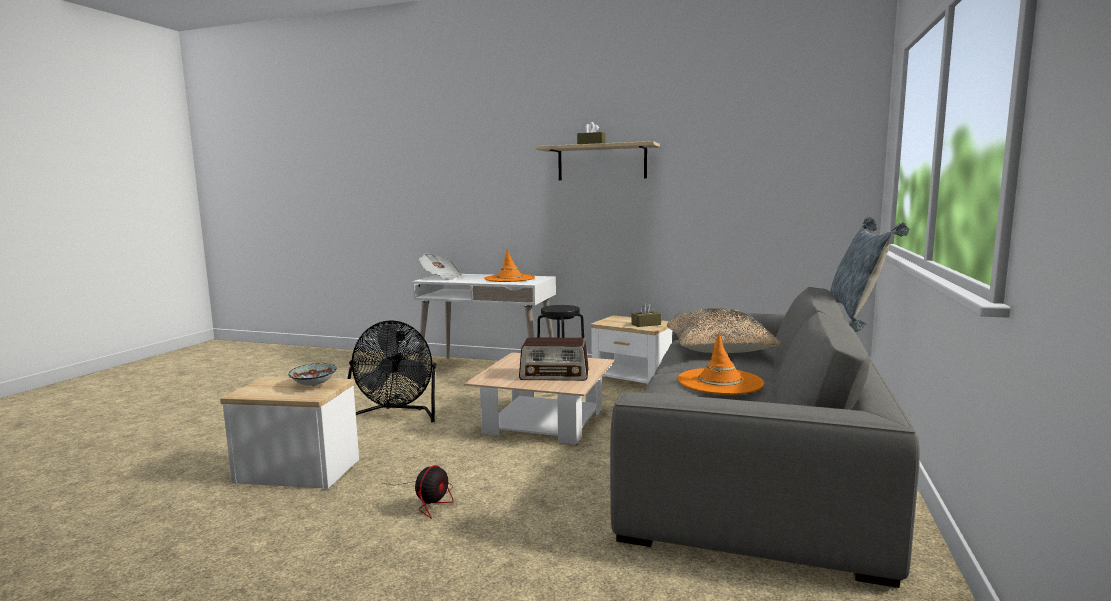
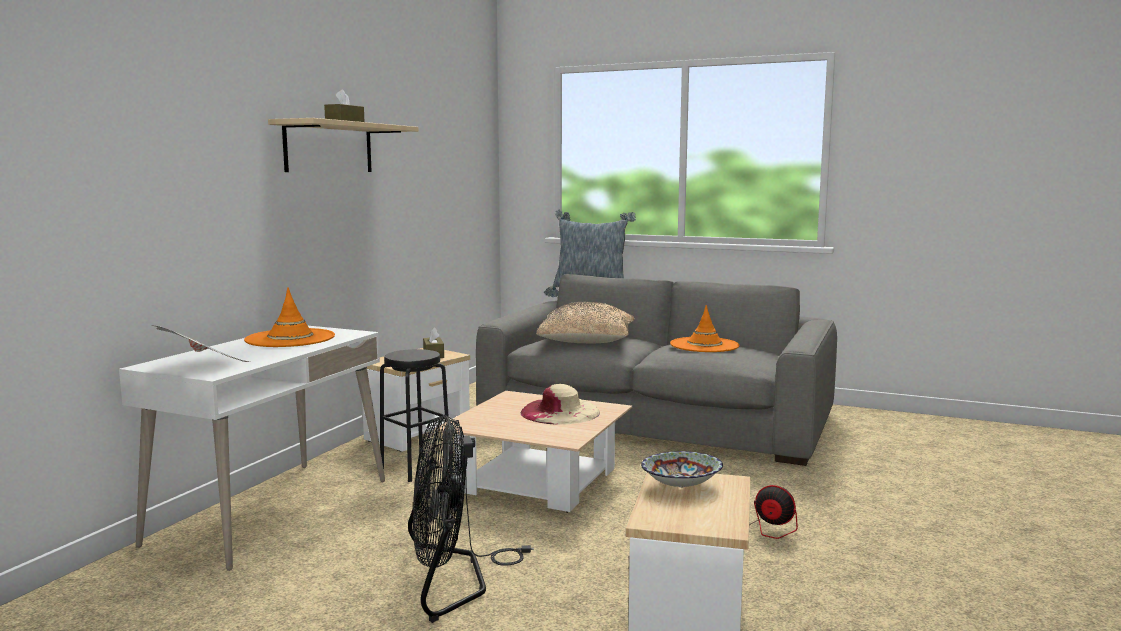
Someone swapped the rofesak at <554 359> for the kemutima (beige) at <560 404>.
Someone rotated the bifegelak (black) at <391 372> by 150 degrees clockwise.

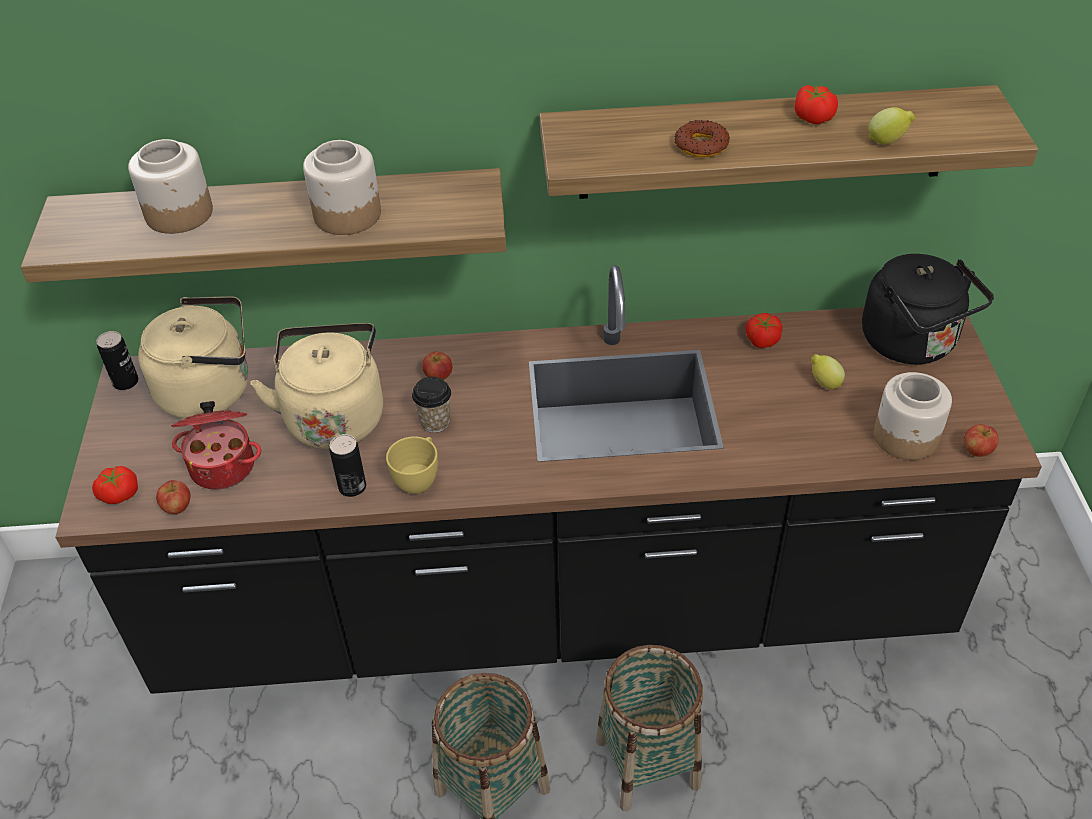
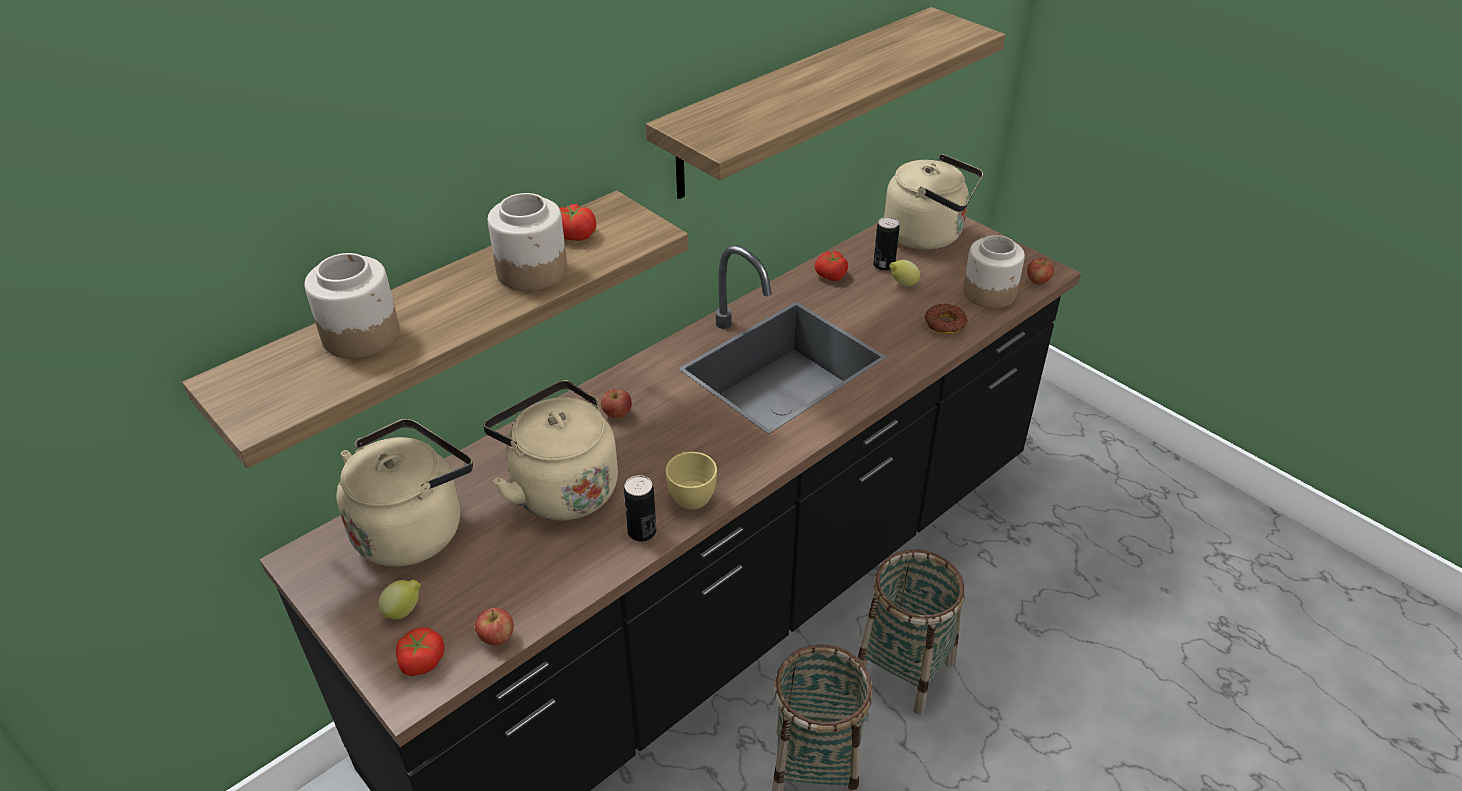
Someone took away the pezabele at <216 445>.
Someone took away the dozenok at <431 405>.
Someone carried the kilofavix from <117 360> to <886 244>.
Someone carried the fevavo from <702 139> to <946 319>.
Someone carried the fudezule from <816 104> to <577 222>.
Someone carried the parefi from <892 125> to <399 599>.
Someone repainted the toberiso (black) at <928 309>, which became the toberiso (beige) at <933 202>.

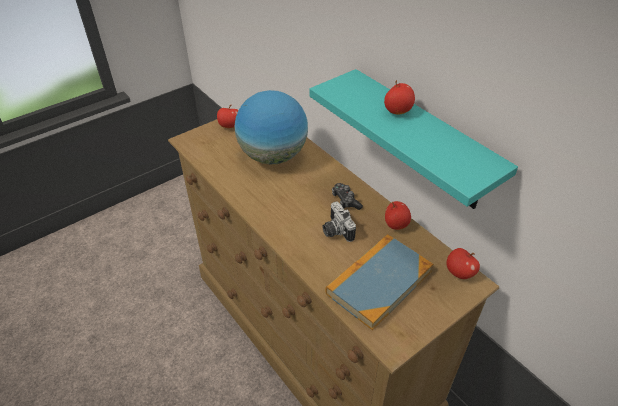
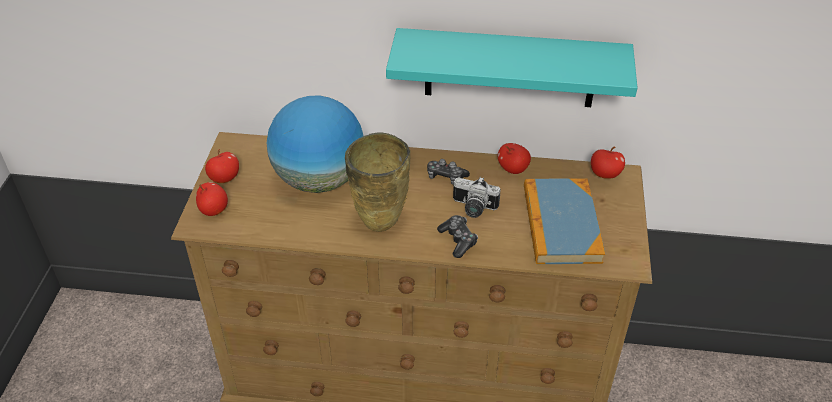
Someone put down the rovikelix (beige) at <377 182>.
Someone put down the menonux at <457 236>.
Someone carried the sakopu from <399 97> to <212 199>.

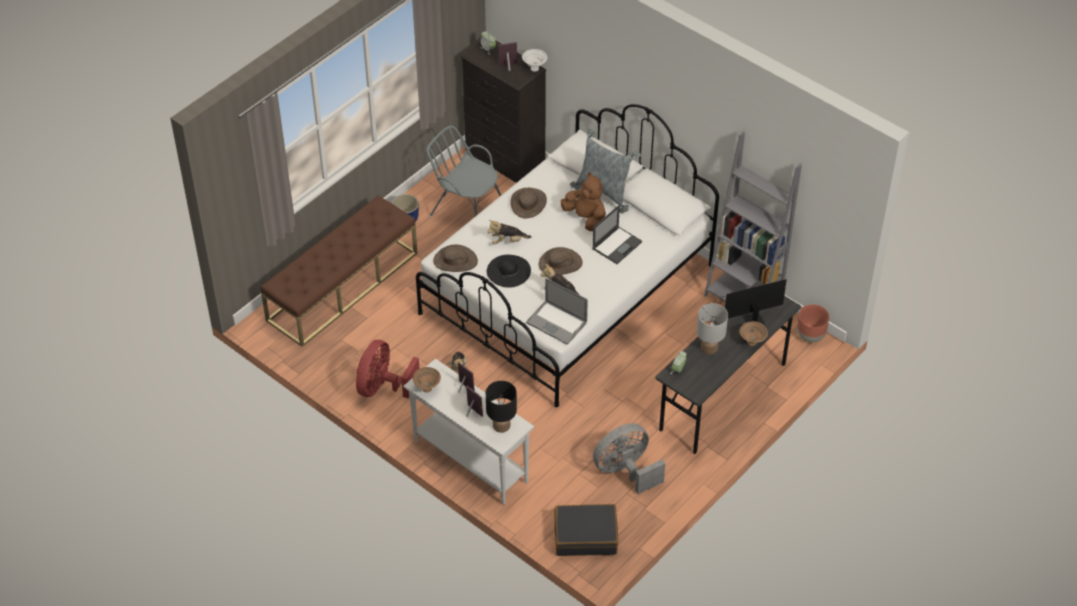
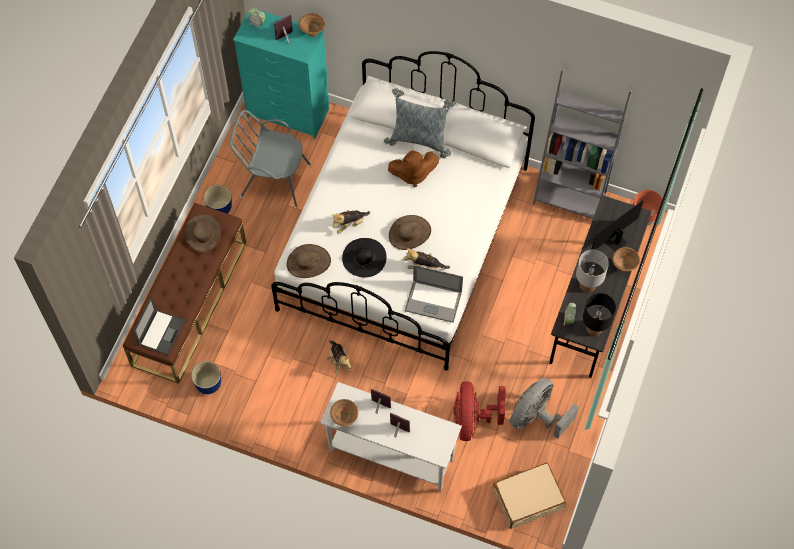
Someone put down the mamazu at <206 377>.
Someone carried the bifegelak (red) from <388 369> to <479 411>.
Someone carried the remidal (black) from <501 407> to <599 314>.
Someone carried the kemutima (brown) from <528 203> to <203 233>.
Someone carried the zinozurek from <617 234> to <159 325>.
Someone repainted the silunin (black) at <503 112>, which became the silunin (turquoise) at <281 73>.
Someone repainted the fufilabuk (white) at <534 60>, which became the fufilabuk (brown) at <311 25>.
Someone repainted the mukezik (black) at <586 530>, which became the mukezik (beige) at <529 495>.
Someone rotated the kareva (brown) at <583 201> by 150 degrees clockwise.

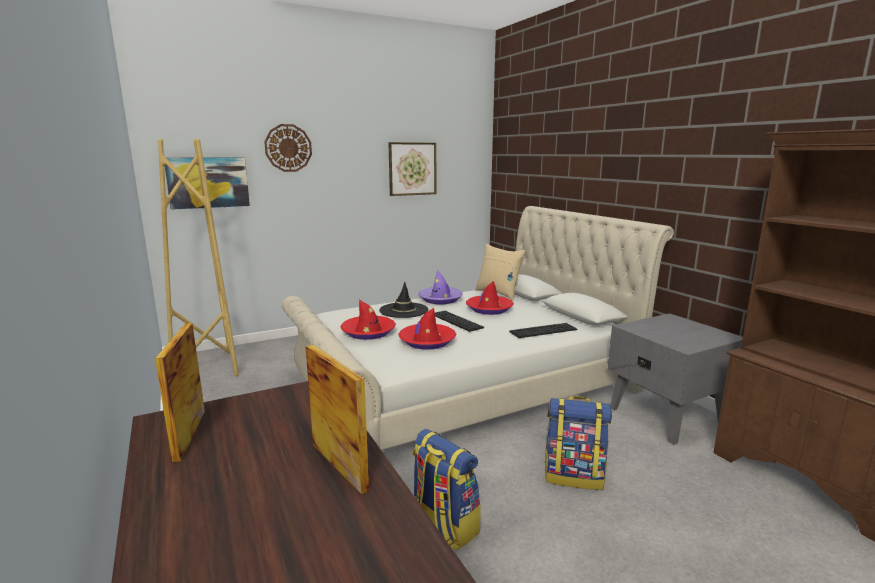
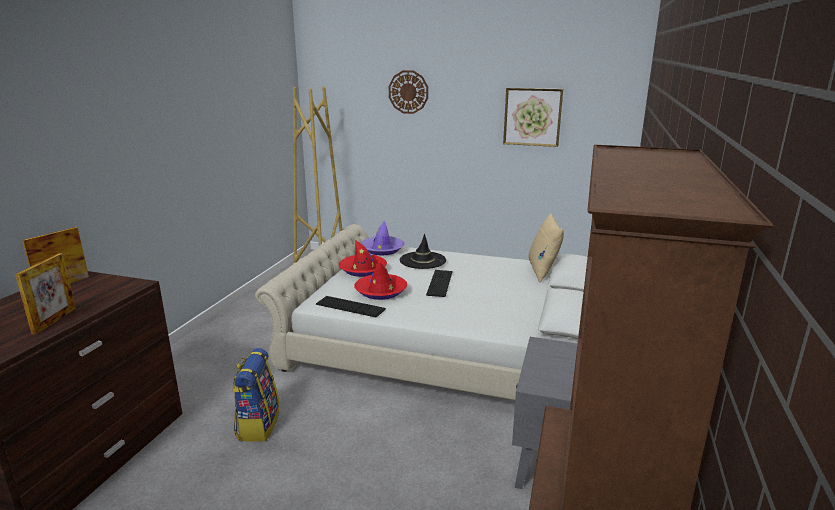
Someone took away the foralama at <207 183>.
Someone took away the kemutima (red) at <490 298>.
Someone took away the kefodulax at <578 443>.
Someone carried the kemutima (purple) from <440 287> to <382 238>.
Someone carried the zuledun from <543 330> to <351 306>.

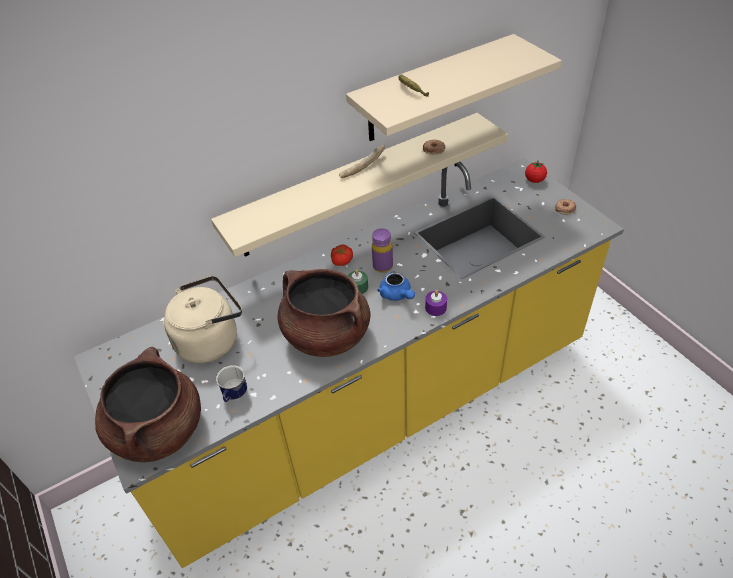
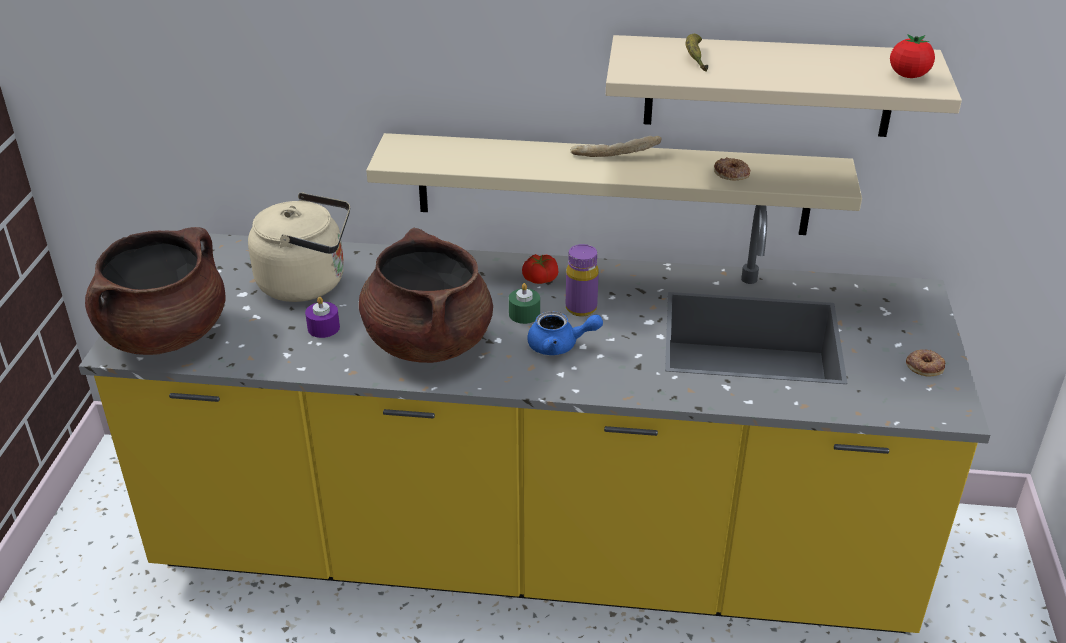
Someone took away the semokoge at <231 383>.
Someone carried the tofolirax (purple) from <436 303> to <322 317>.
Someone carried the fudezule from <536 172> to <912 56>.
Someone rotated the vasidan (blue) at <396 286> by 90 degrees counterclockwise.

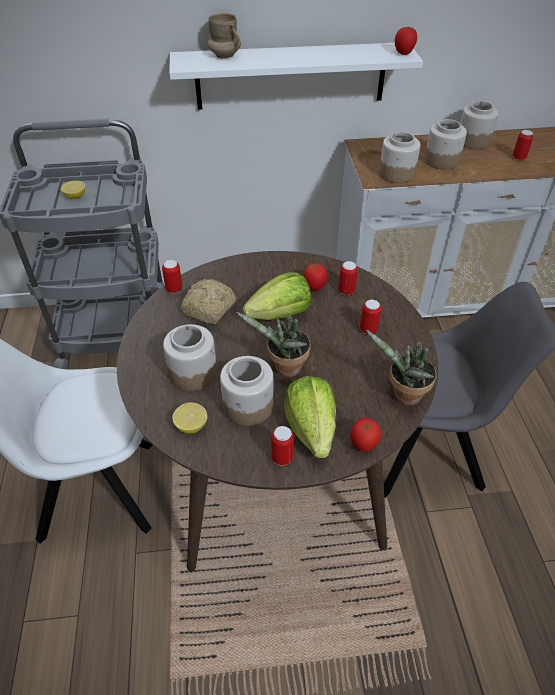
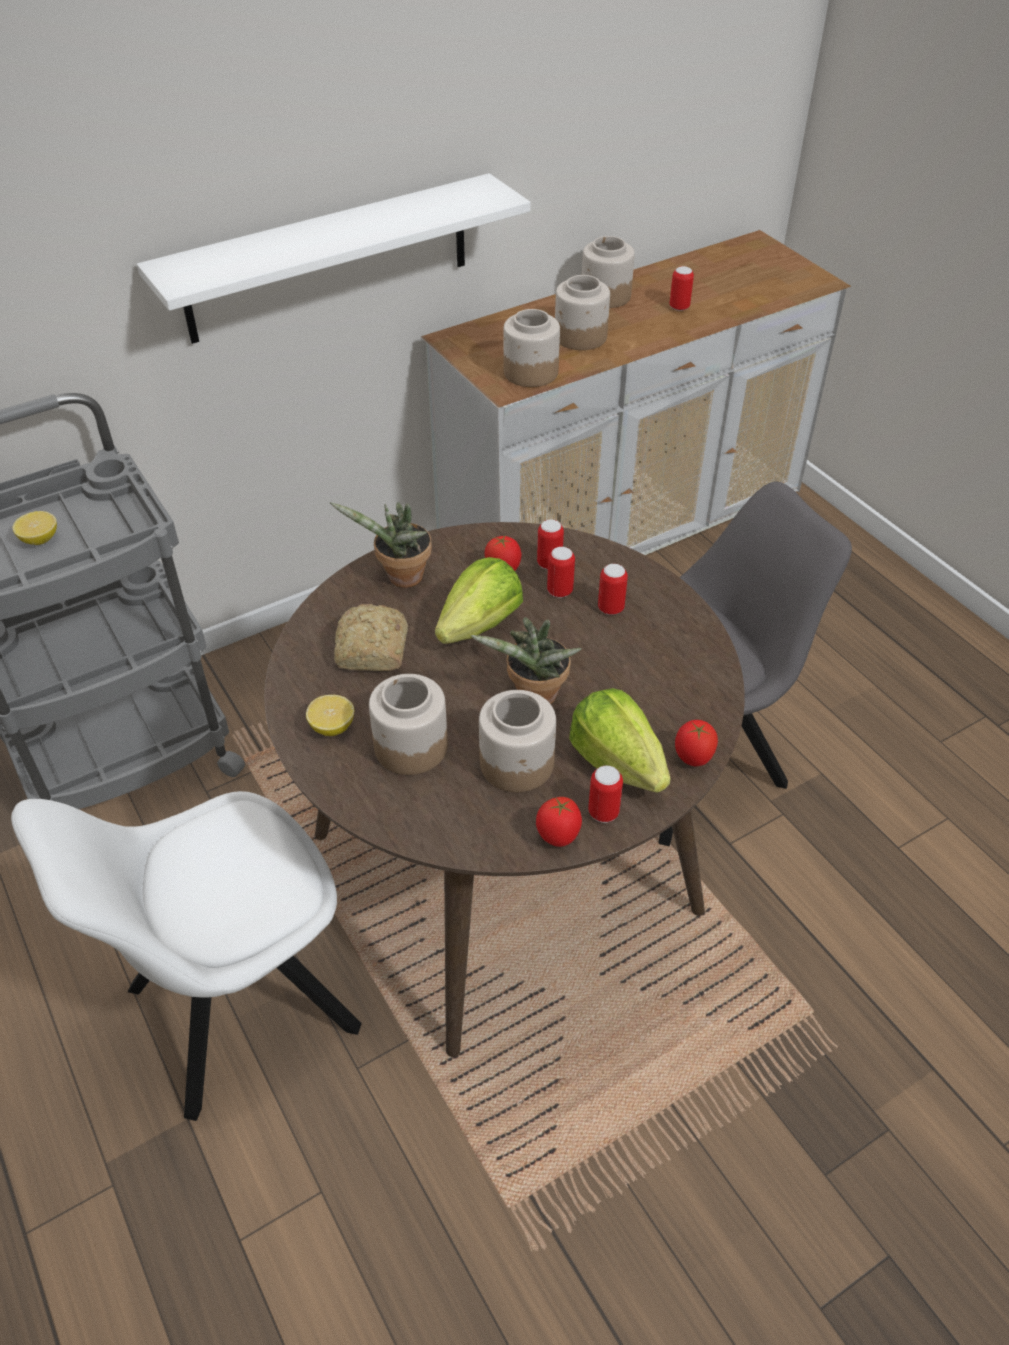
Someone took away the semokoge (beige) at <224 35>.
Someone carried the kilofavix from <172 276> to <561 572>.
Someone carried the parefi from <190 418> to <330 715>.
Someone carried the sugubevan from <401 368> to <381 545>.
Someone carried the fudezule from <406 40> to <559 822>.

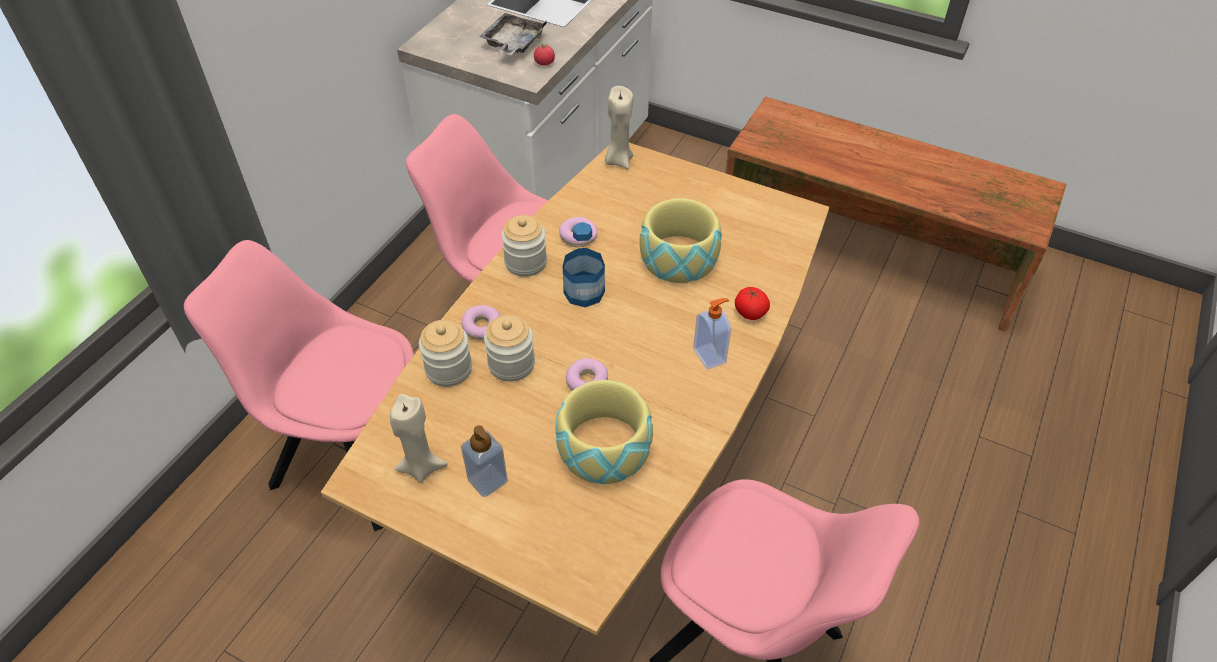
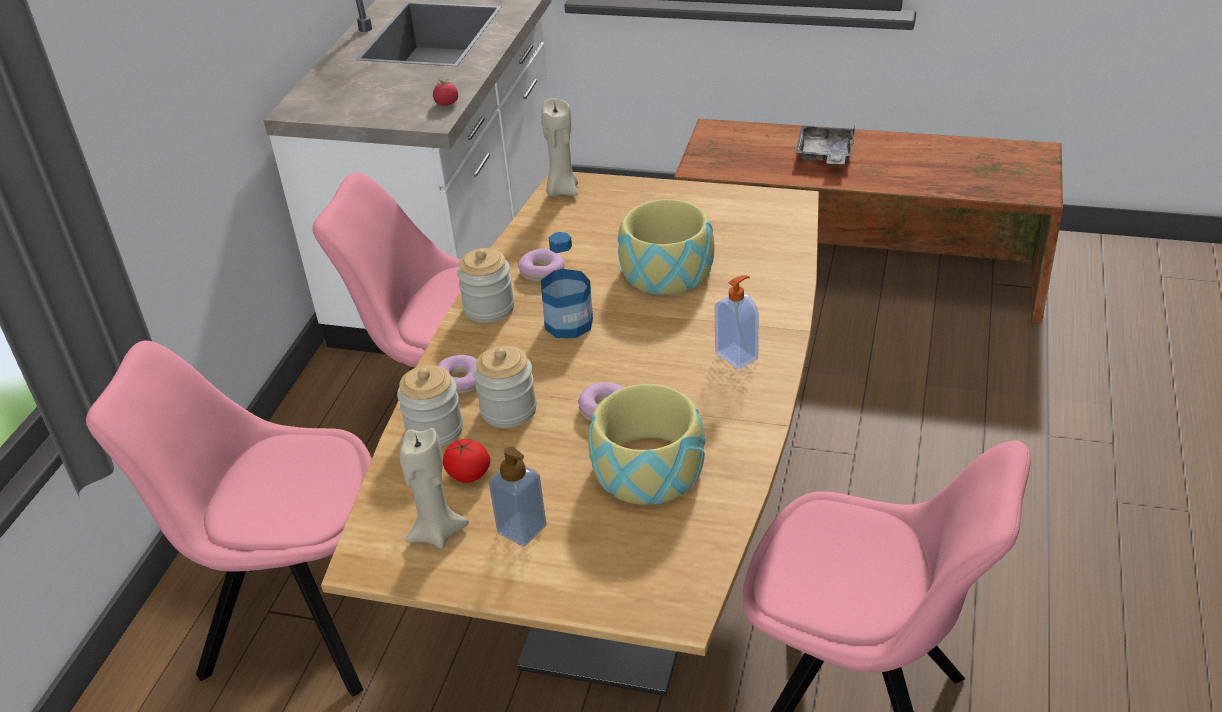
Someone carried the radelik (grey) from <513 34> to <825 144>.
Someone carried the fudezule from <752 303> to <466 461>.

